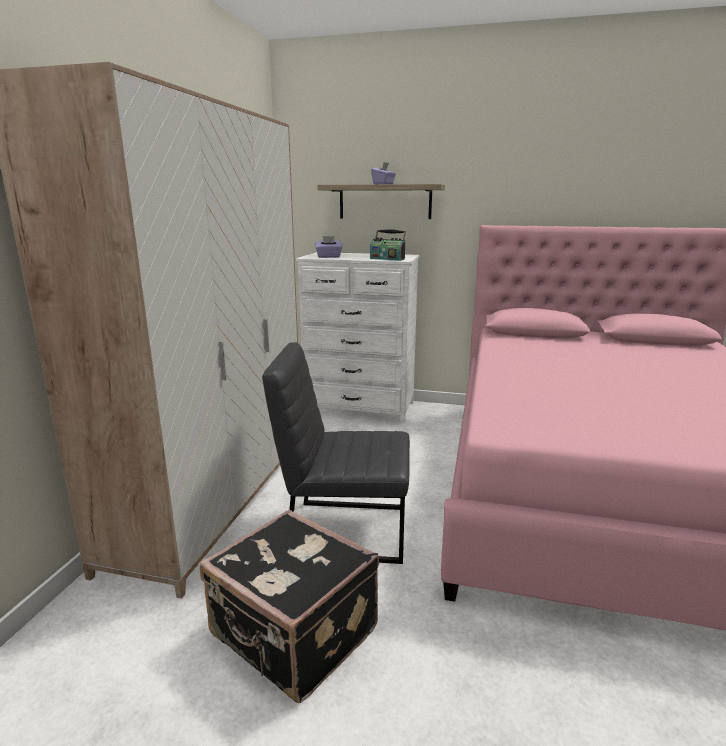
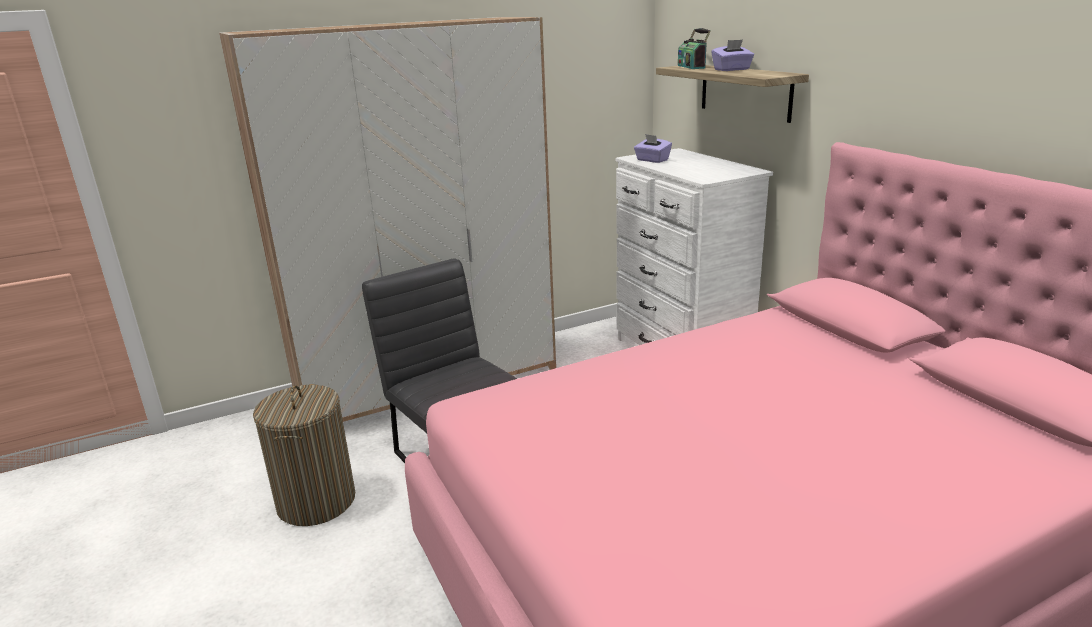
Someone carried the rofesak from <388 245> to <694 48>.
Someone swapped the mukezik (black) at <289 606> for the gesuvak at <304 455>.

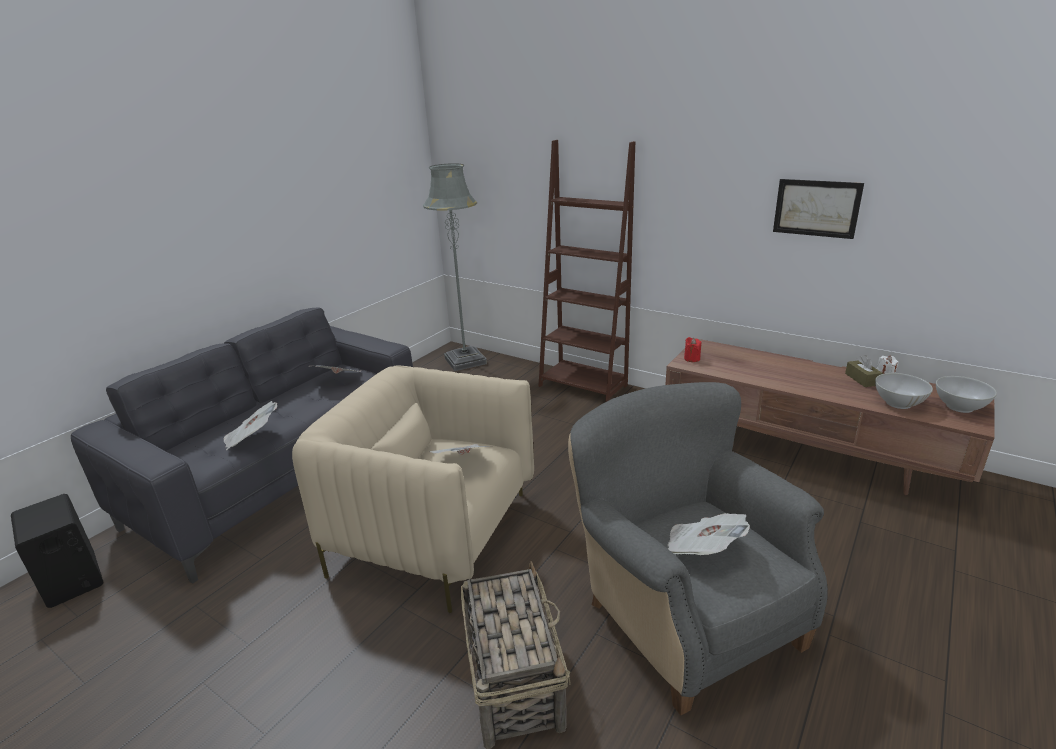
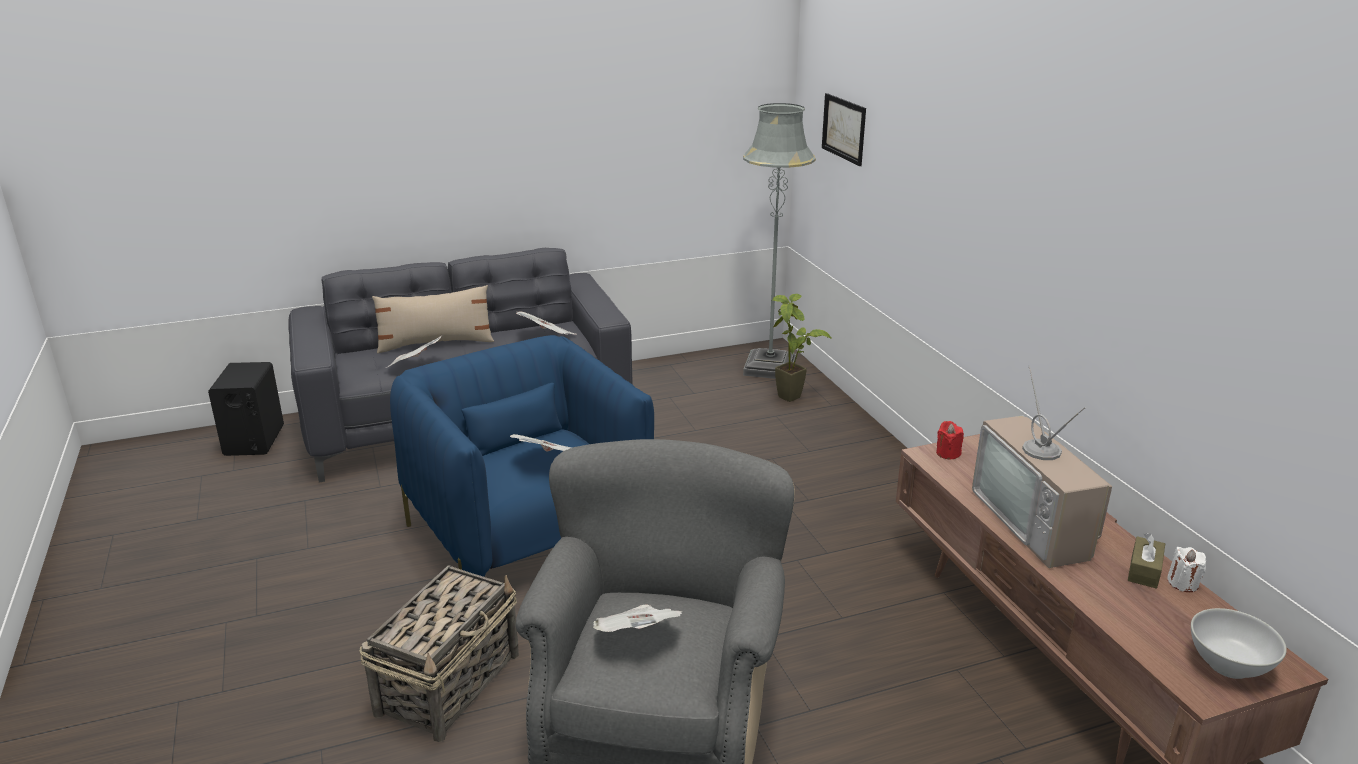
Someone took away the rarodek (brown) at <586 271>.
Someone took away the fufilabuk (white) at <904 391>.
Someone put down the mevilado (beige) at <433 319>.
Someone put down the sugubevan at <802 348>.
Someone put down the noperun at <1042 466>.
Someone carried the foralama from <818 209> to <844 129>.
Someone repainted the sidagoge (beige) at <413 489>, which became the sidagoge (blue) at <522 456>.

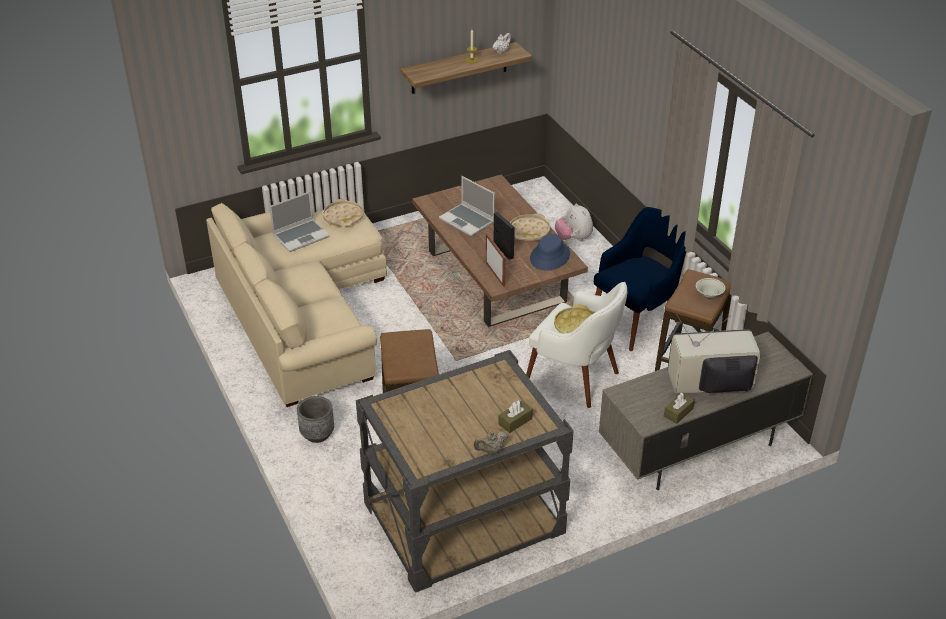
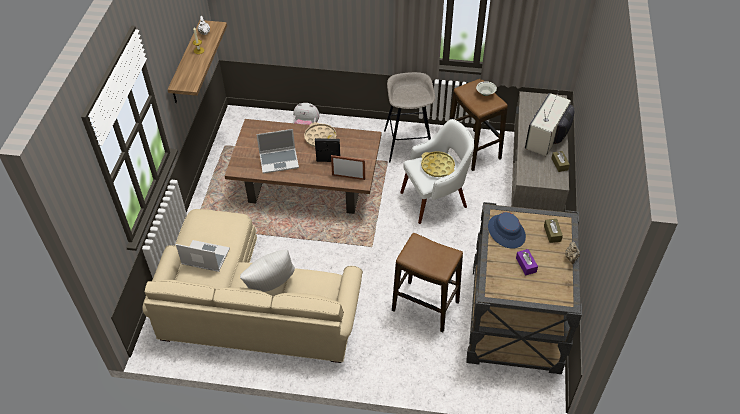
Someone took away the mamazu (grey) at <315 419>.
Someone took away the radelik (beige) at <343 213>.
Someone put down the mevilado (white) at <267 271>.
Someone put down the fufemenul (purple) at <527 262>.
Someone carried the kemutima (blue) from <550 252> to <507 230>.
Someone swapped the sidagoge (blue) at <640 279> for the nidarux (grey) at <409 117>.
Someone rotated the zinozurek at <299 221> by 75 degrees counterclockwise.

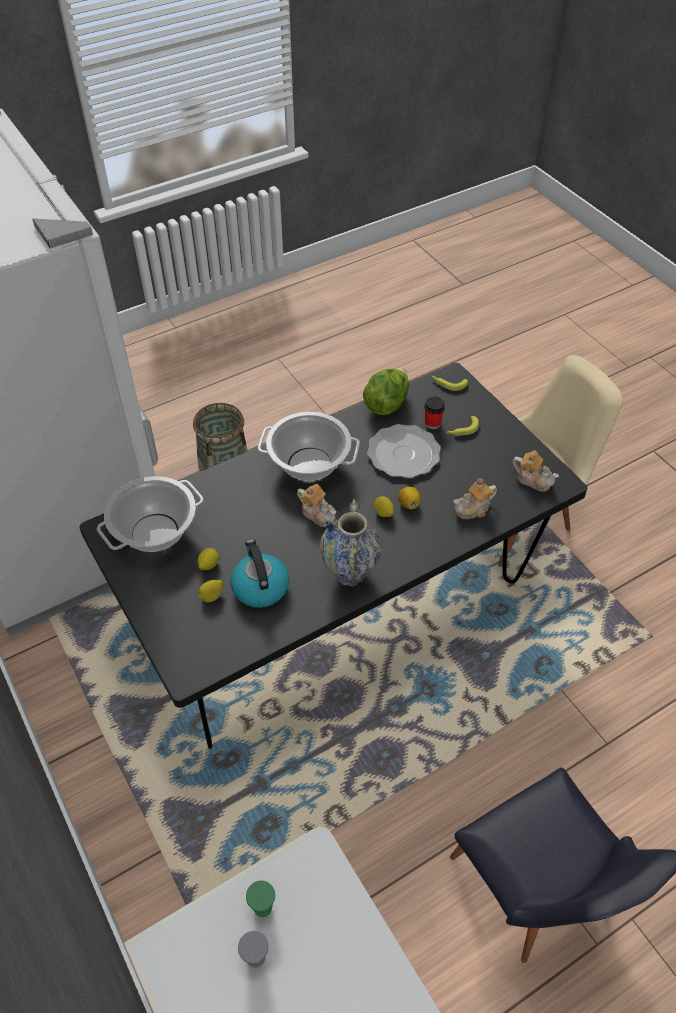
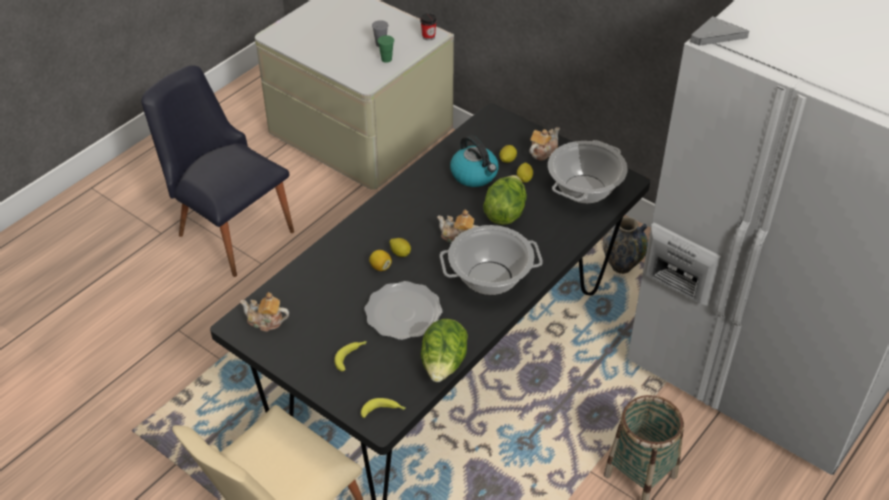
Someone put down the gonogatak at <505 200>.
Someone carried the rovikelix from <351 542> to <625 245>.
Someone carried the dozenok from <434 412> to <428 27>.
Someone carried the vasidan from <475 498> to <544 144>.

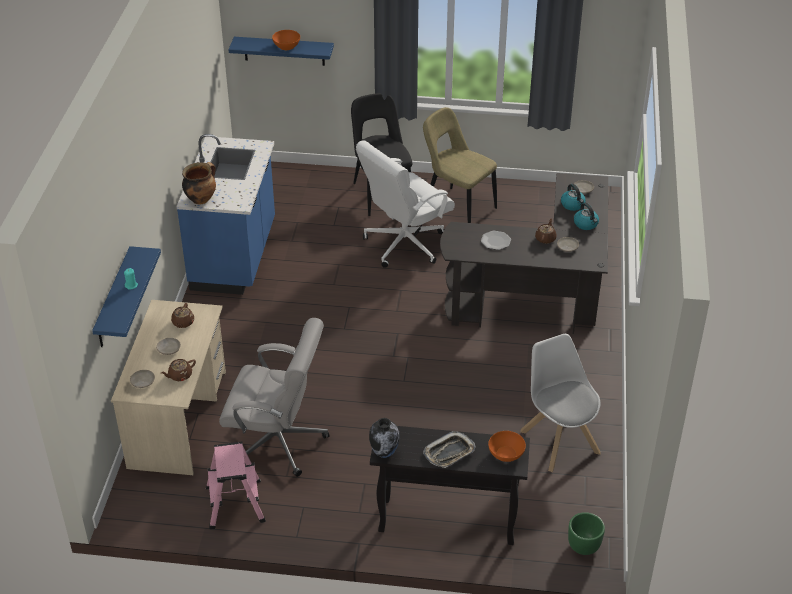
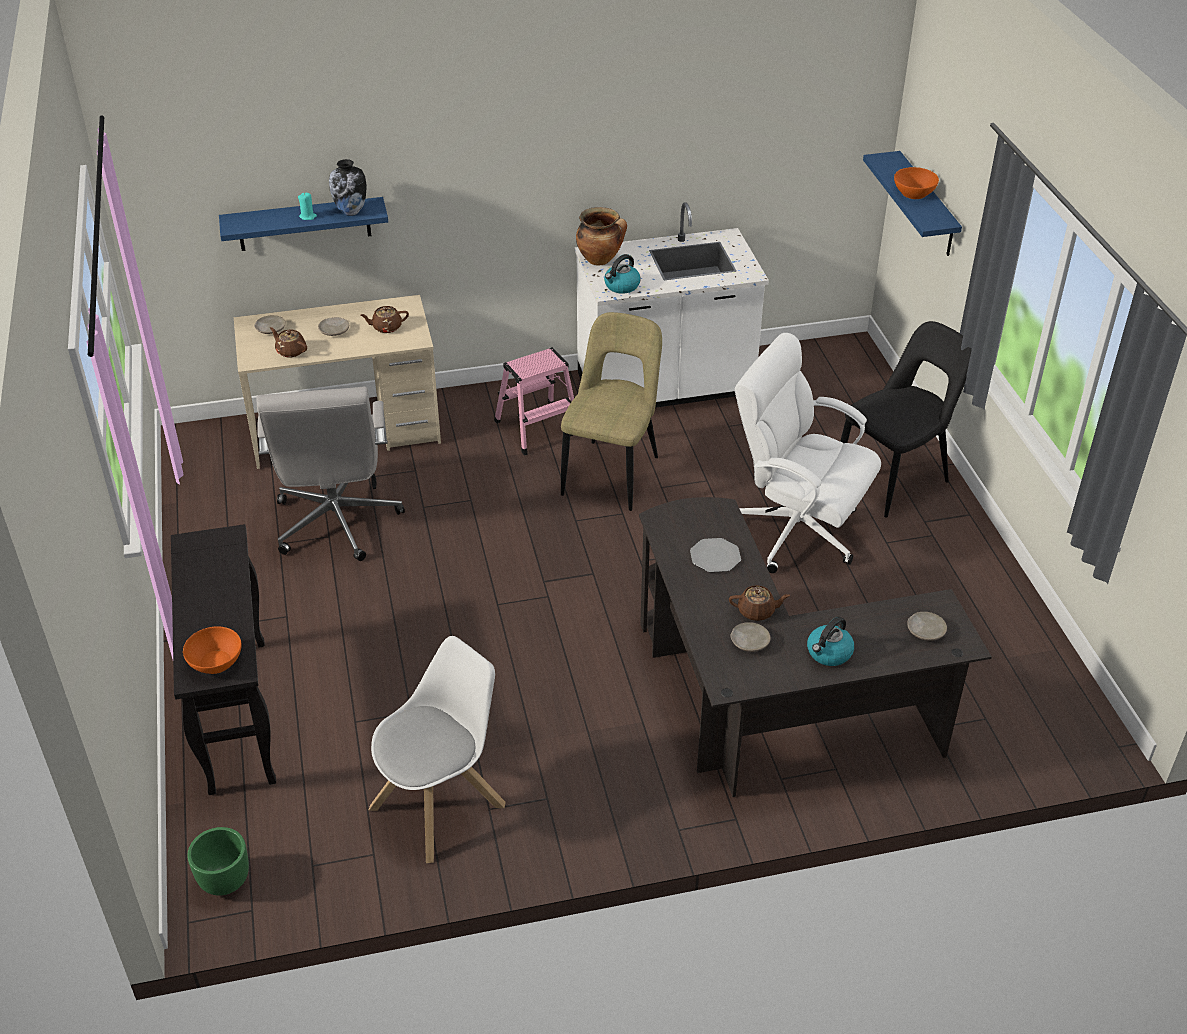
Someone took away the radelik at <449 449>.
Someone carried the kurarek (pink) from <236 486> to <534 401>.
Someone carried the rovikelix from <384 438> to <348 187>.
Someone carried the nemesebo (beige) from <460 165> to <611 411>.
Someone carried the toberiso from <573 197> to <622 274>.
Someone repainted the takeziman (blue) at <225 214>, which became the takeziman (white) at <672 305>.

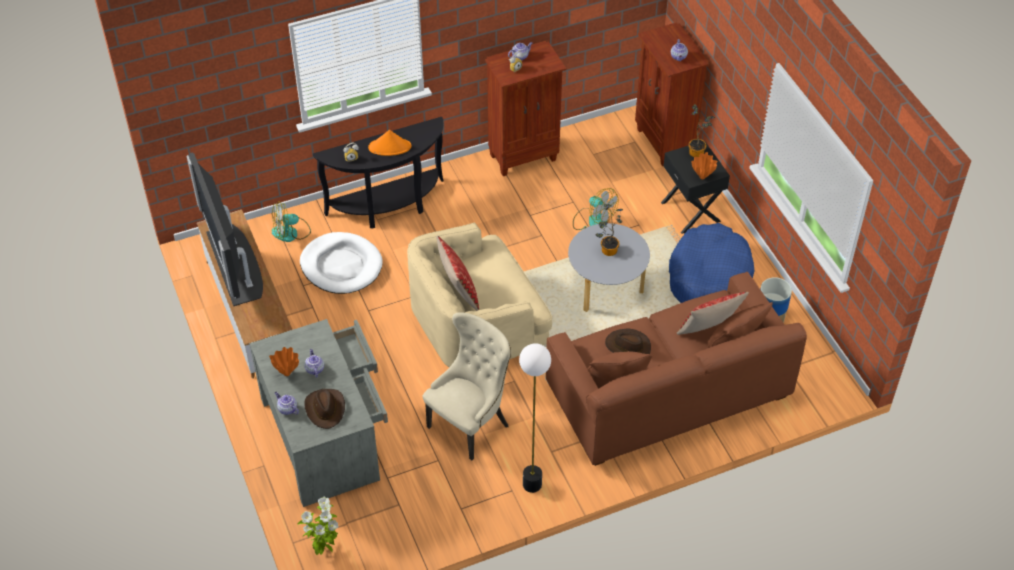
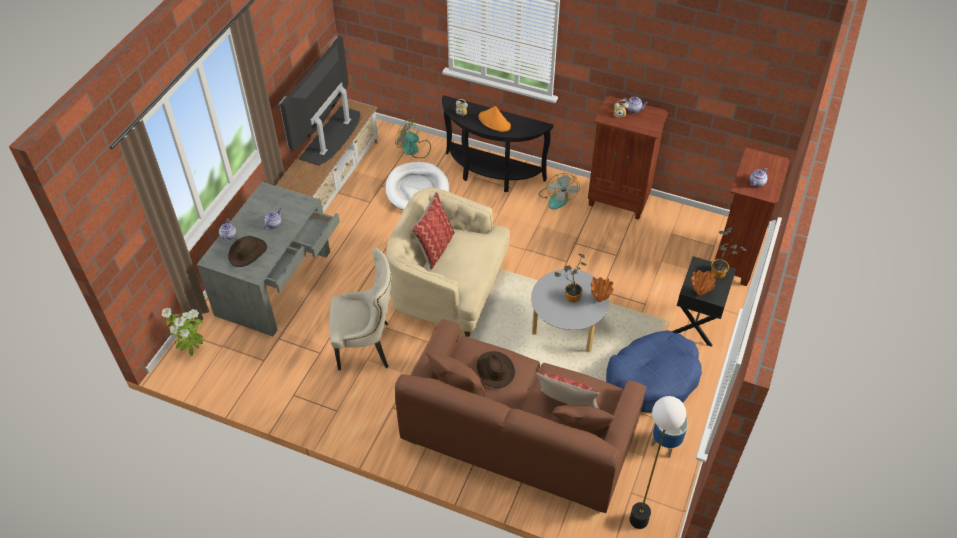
Someone carried the rovikelix (orange) from <284 361> to <602 289>.
Someone carried the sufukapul from <535 418> to <657 462>.
Someone carried the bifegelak from <596 209> to <559 191>.

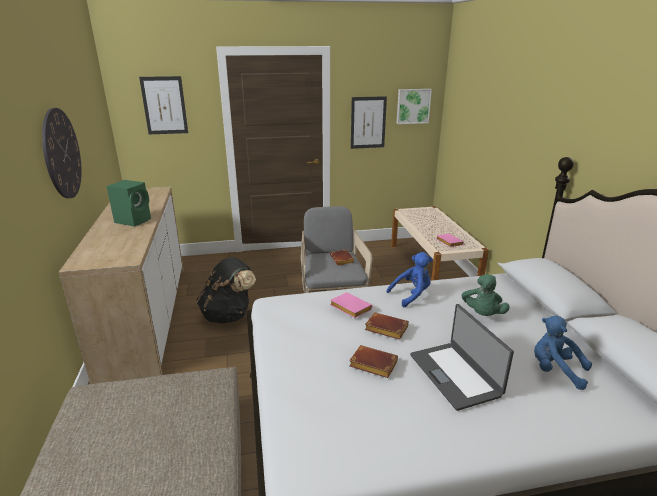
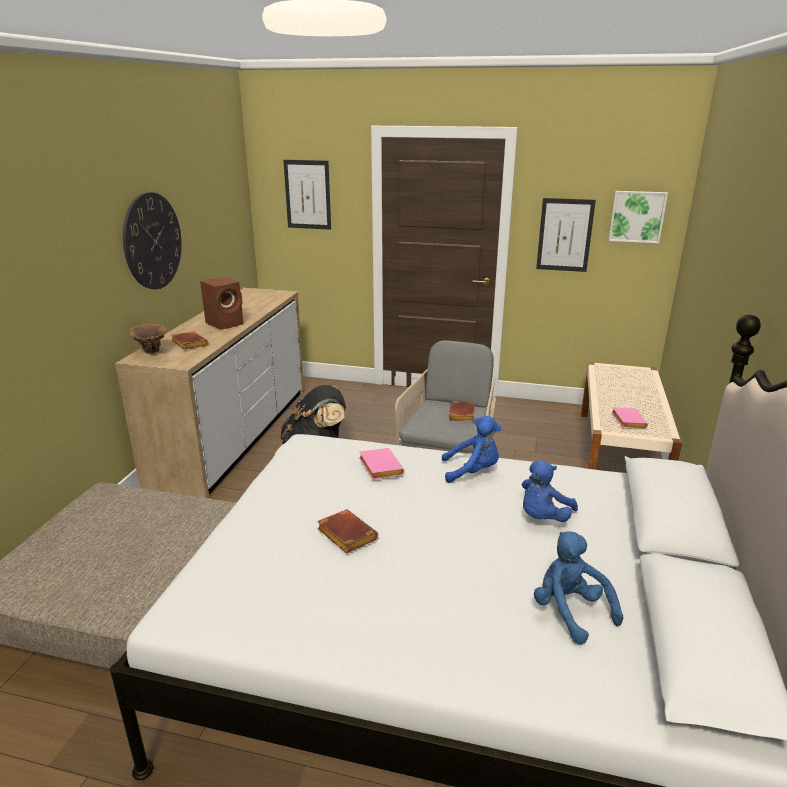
Someone took away the zinozurek at <462 357>.
Someone put down the rovikelix (brown) at <147 339>.
Someone carried the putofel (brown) from <387 326> to <189 340>.
Someone repainted the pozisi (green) at <129 203>, which became the pozisi (brown) at <222 303>.
Someone repainted the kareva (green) at <486 295>, which became the kareva (blue) at <550 491>.

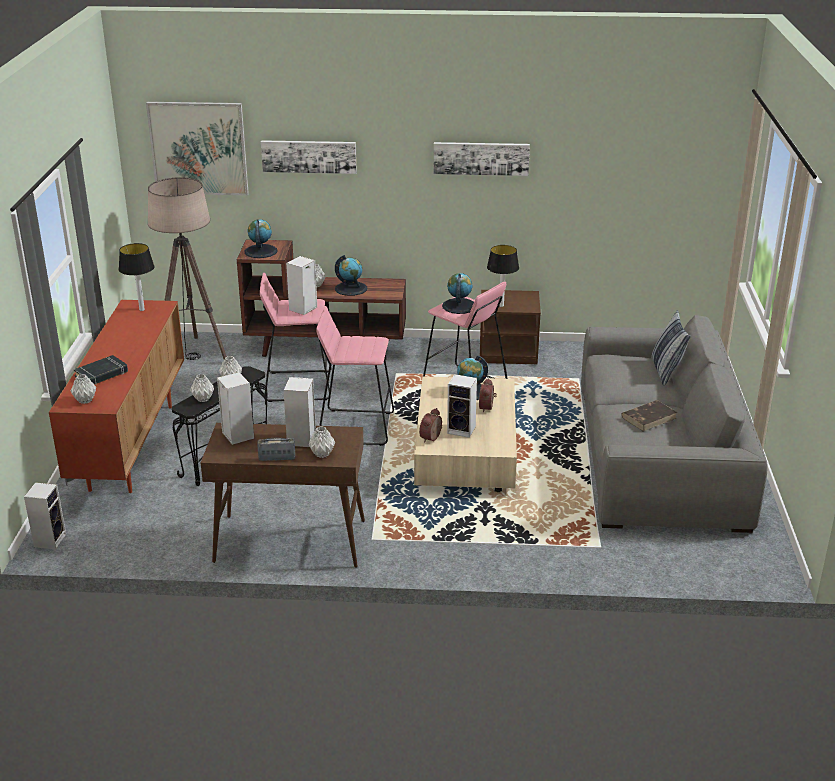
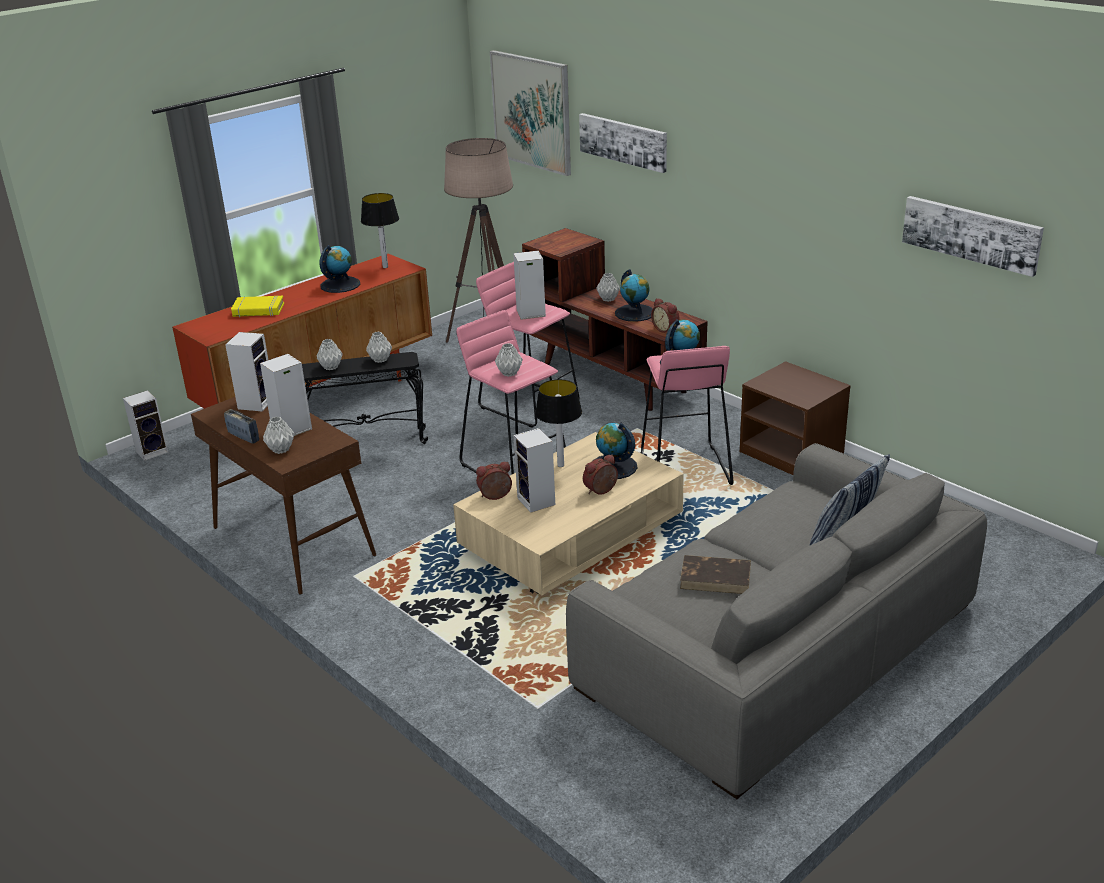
Someone put down the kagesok at <665 315>.
Someone carried the rovikelix (grey) from <83 389> to <509 360>.
Someone carried the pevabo from <261 238> to <339 269>.
Someone carried the foralama from <482 159> to <973 236>.
Someone carried the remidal from <503 276> to <558 423>.
Someone repainted the putofel (black) at <101 369>, which became the putofel (yellow) at <257 306>.

